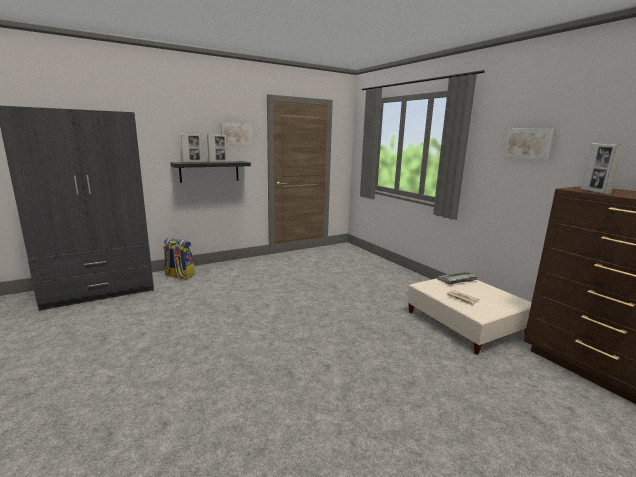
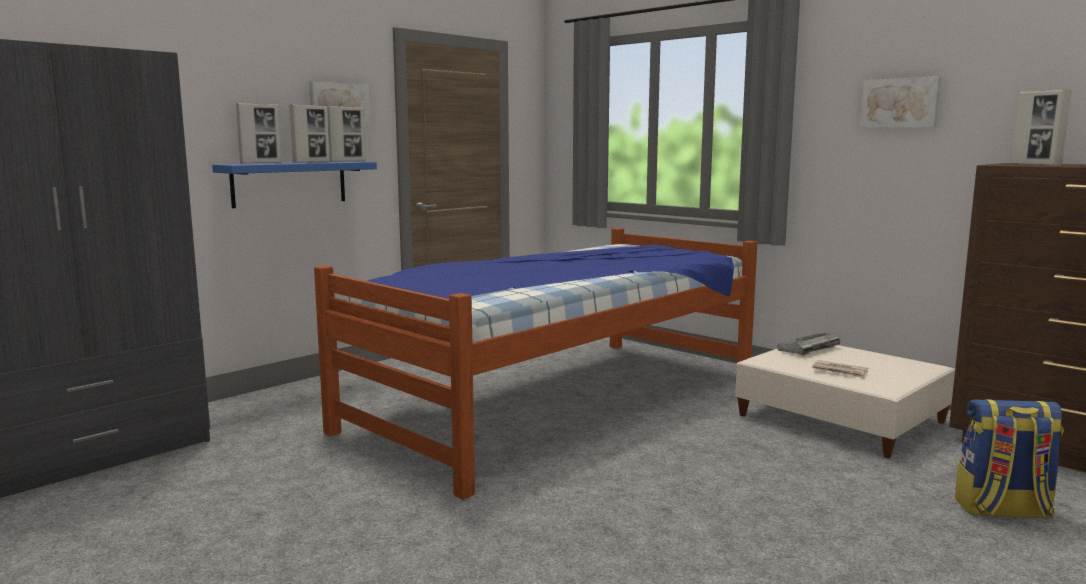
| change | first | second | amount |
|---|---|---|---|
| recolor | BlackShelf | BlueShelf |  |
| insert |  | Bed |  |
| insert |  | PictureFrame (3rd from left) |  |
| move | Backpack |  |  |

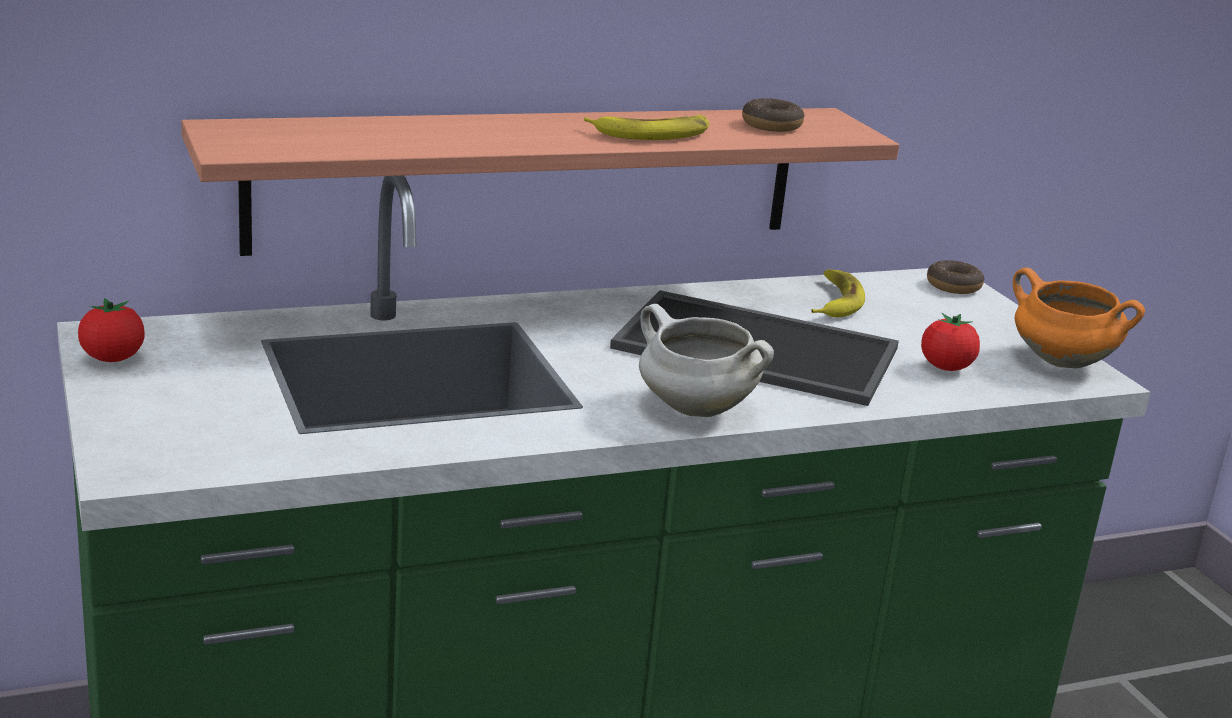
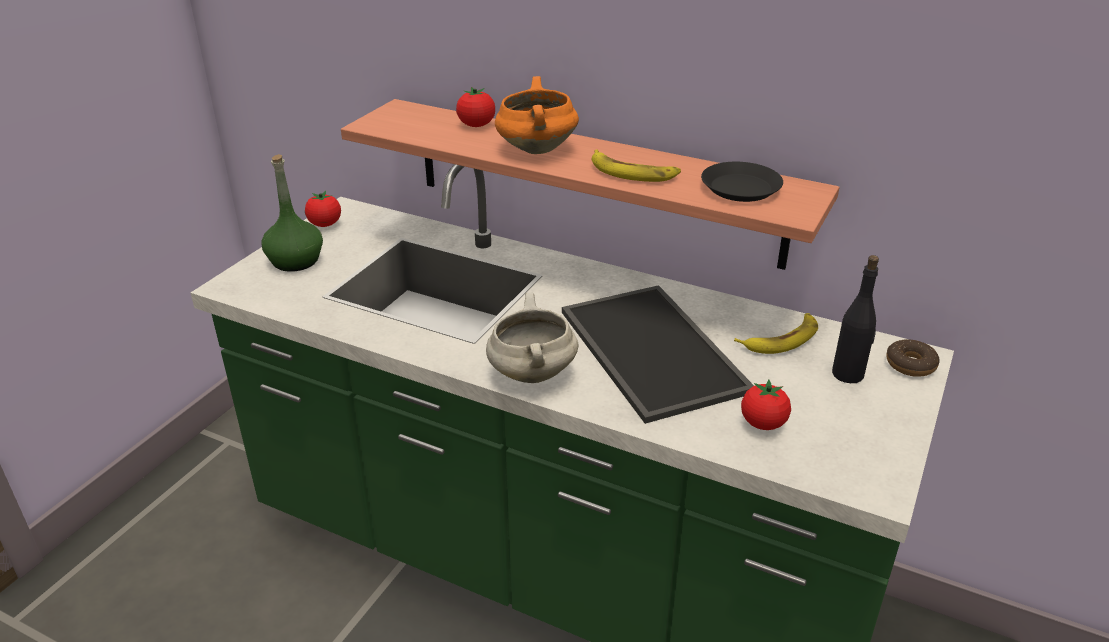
| change | first | second | amount |
|---|---|---|---|
| insert |  | GreenBottle |  |
| insert |  | Tomato (2nd from left) |  |
| move | OrangeCookingPot |  |  |
| replace | Donut (1st from left) | BlackPlate |  |
| insert |  | BlackBottle |  |

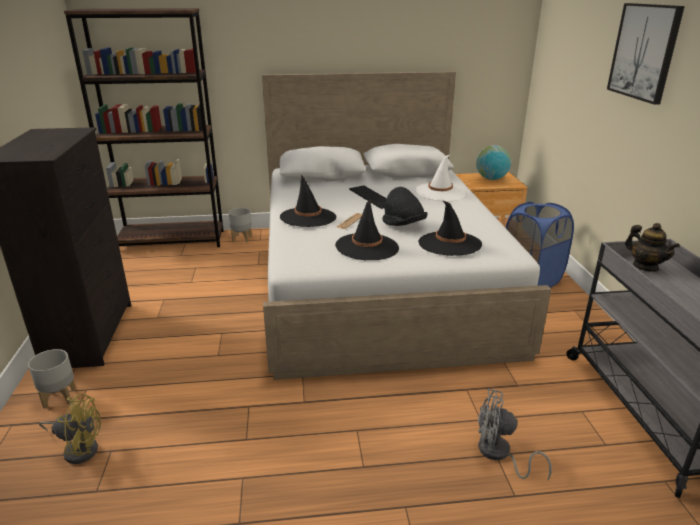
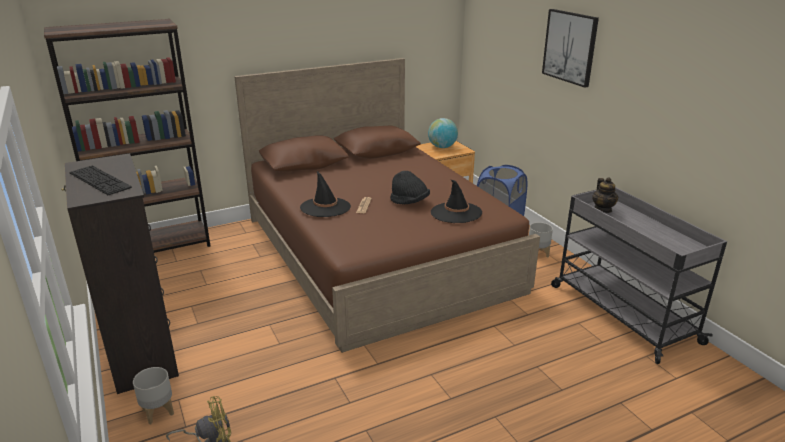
| change | first | second | amount |
|---|---|---|---|
| move | Keyboard |  |  |
| recolor | WhiteBed | BrownBed |  |
| move | GreyPlanter (2nd from left) |  |  |
| rotate | Teapot |  | 45 degrees clockwise |
| delete | BlackHat (2nd from left) |  |  |
| delete | WhiteHat |  |  |
| delete | GreyFan |  |  |

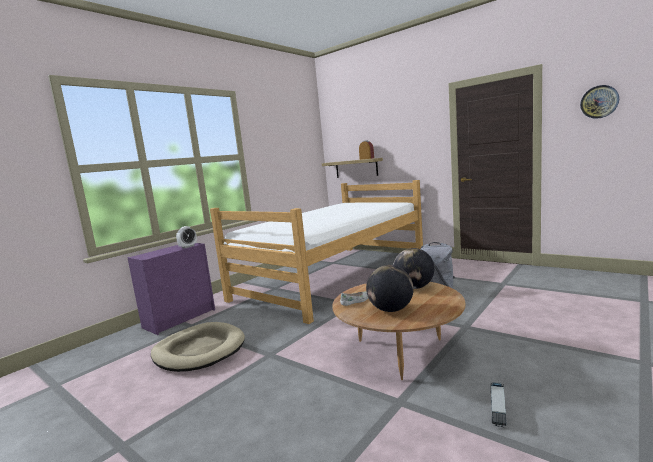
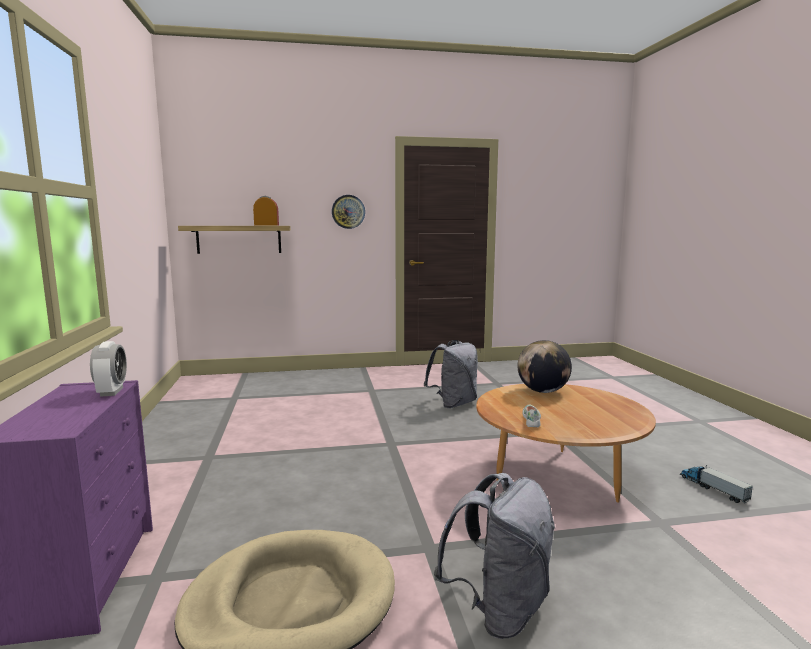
| change | first | second | amount |
|---|---|---|---|
| move | WallClock |  |  |
| insert |  | GreyBackpack (2nd from left) |  |
| delete | Bed |  |  |
| delete | Globe (1st from left) |  |  |

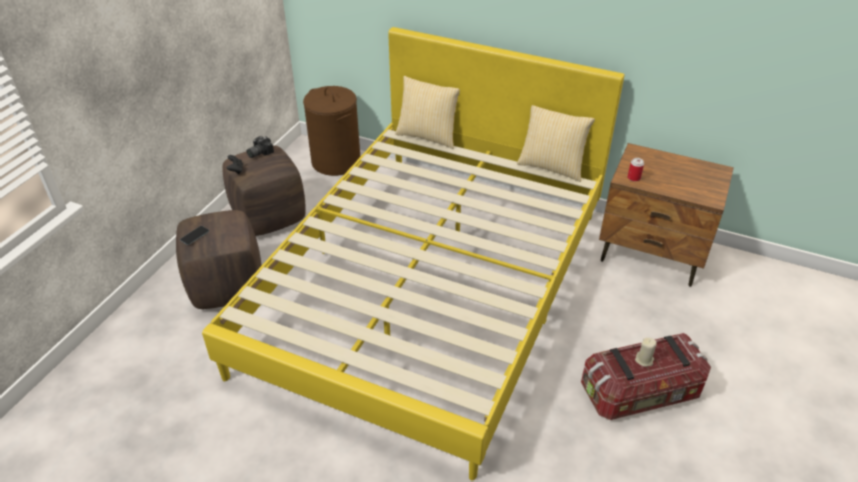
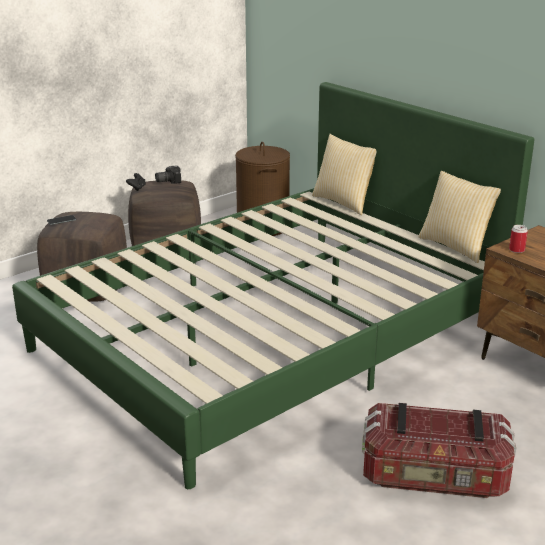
| change | first | second | amount |
|---|---|---|---|
| recolor | YellowBed | GreenBed |  |
| delete | BeigeCandle |  |  |

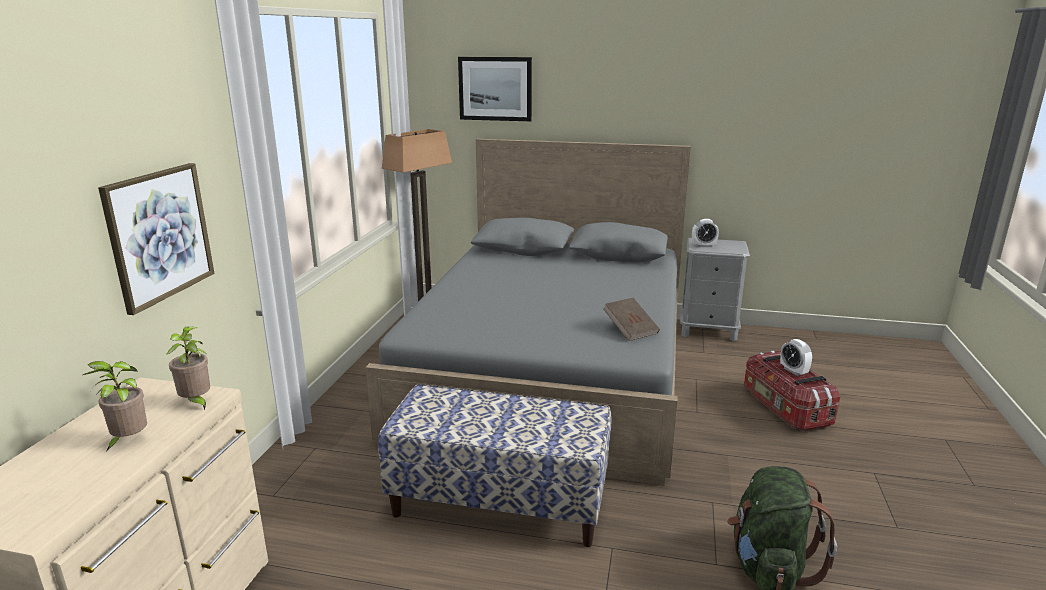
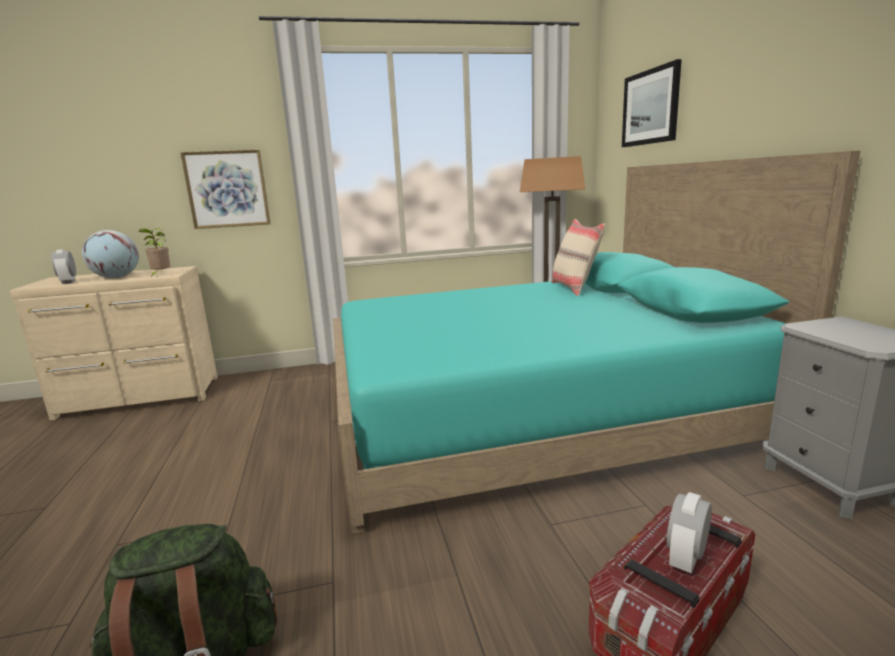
| change | first | second | amount |
|---|---|---|---|
| move | AlarmClock (1st from left) |  |  |
| replace | PottedPlant (1st from left) | Globe |  |
| recolor | GreyBed | TurquoiseBed |  |
| insert |  | BeigePillow |  |
| delete | Bench |  |  |
| delete | BrownBook |  |  |

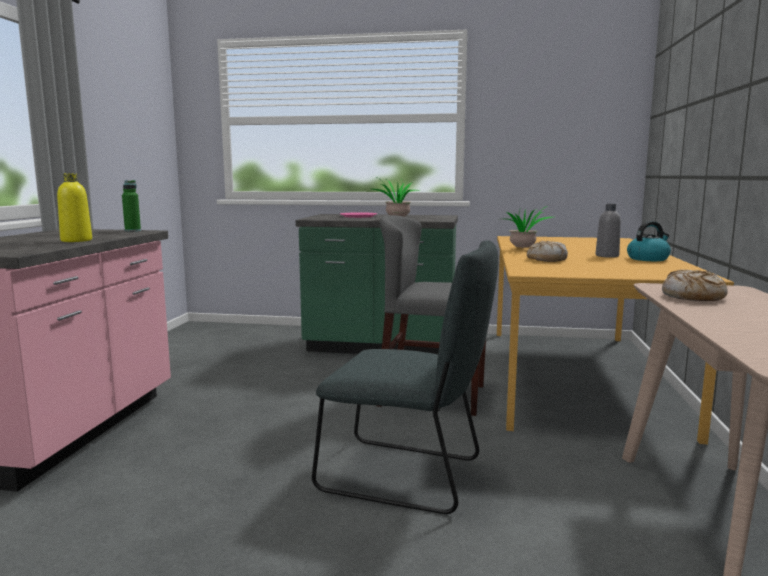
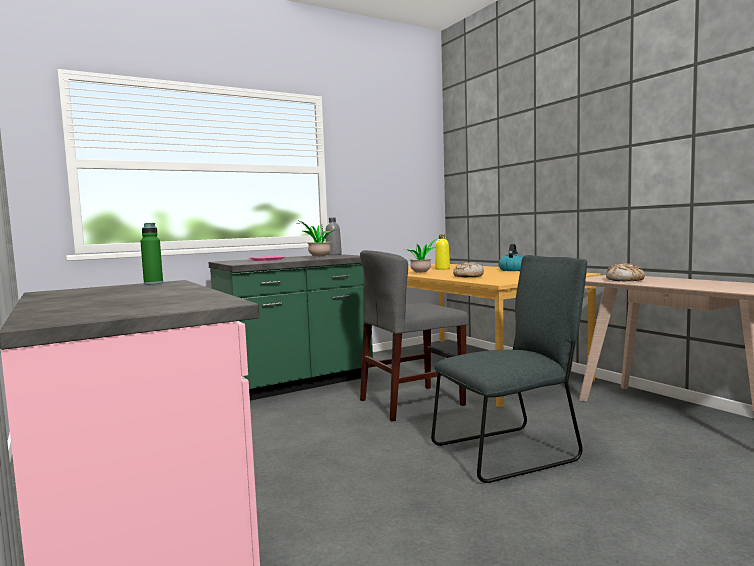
| change | first | second | amount |
|---|---|---|---|
| move | GreyBottle |  |  |
| move | YellowBottle |  |  |

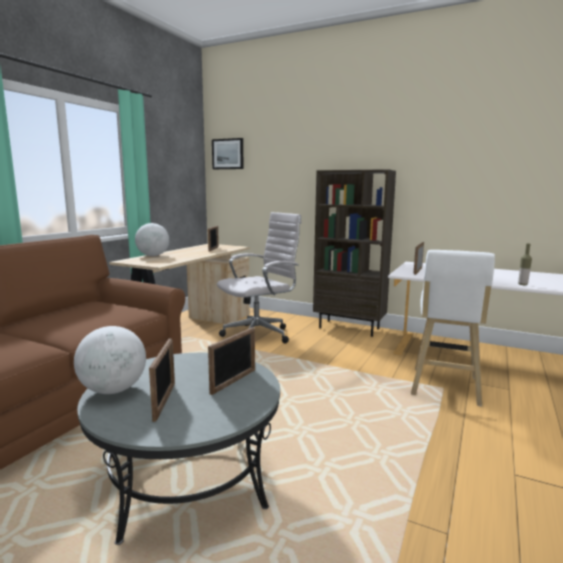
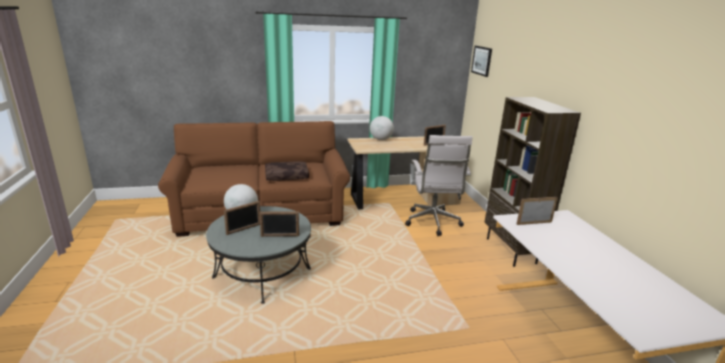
| change | first | second | amount |
|---|---|---|---|
| insert |  | BrownPillow |  |
| rotate | WhiteOfficeChair |  | 75 degrees clockwise |
| delete | WhiteStool |  |  |
| delete | Bottle |  |  |

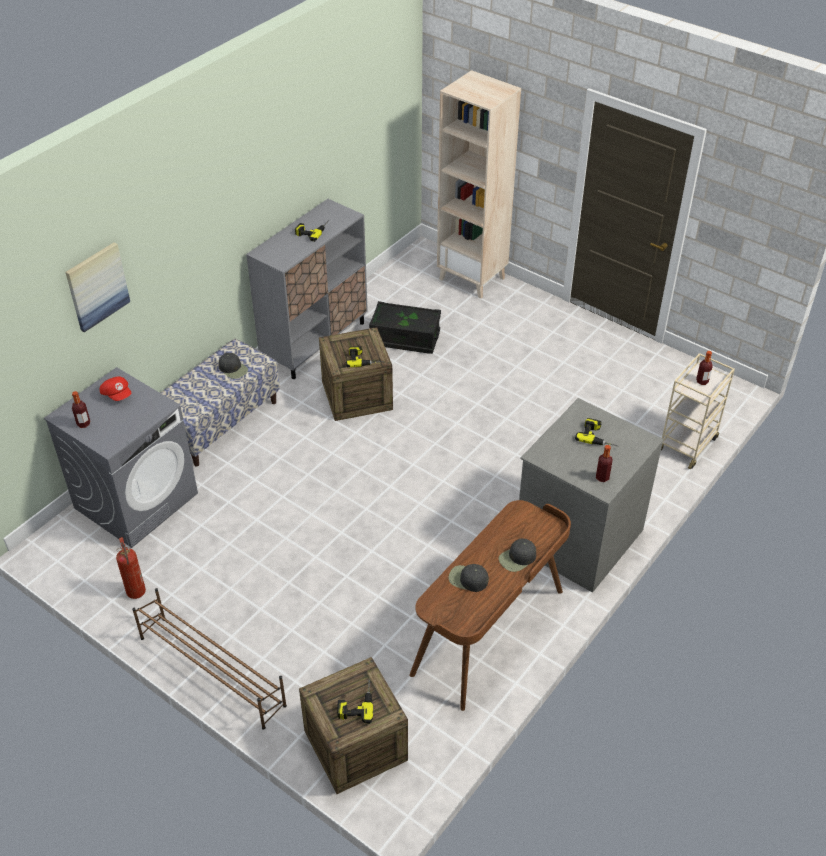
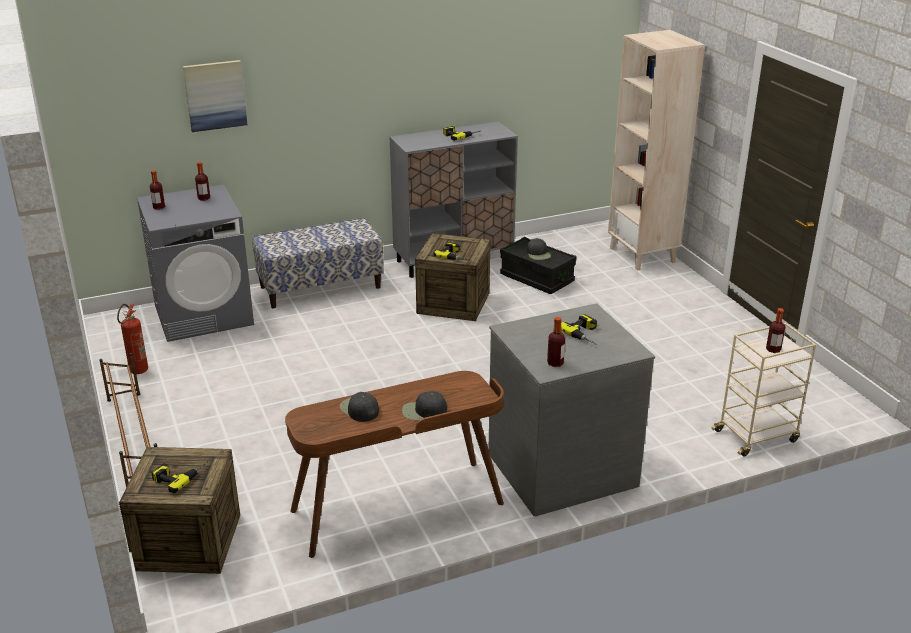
| change | first | second | amount |
|---|---|---|---|
| replace | RedCap | Bottle (2nd from left) |  |
| move | BlackCap (1st from left in the first image) | BlackCap (3rd from left) |  |

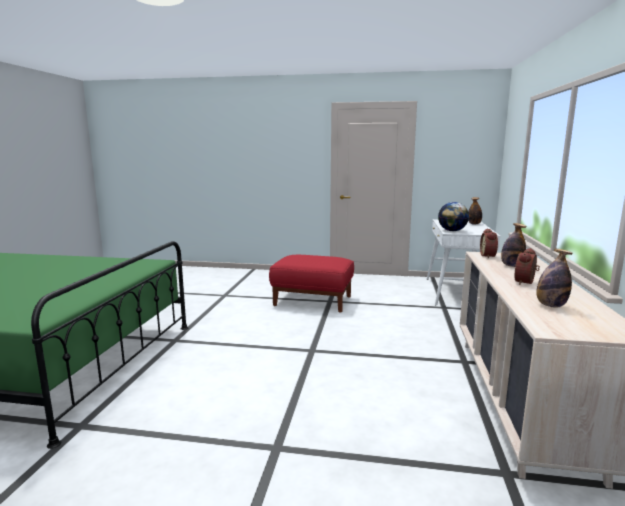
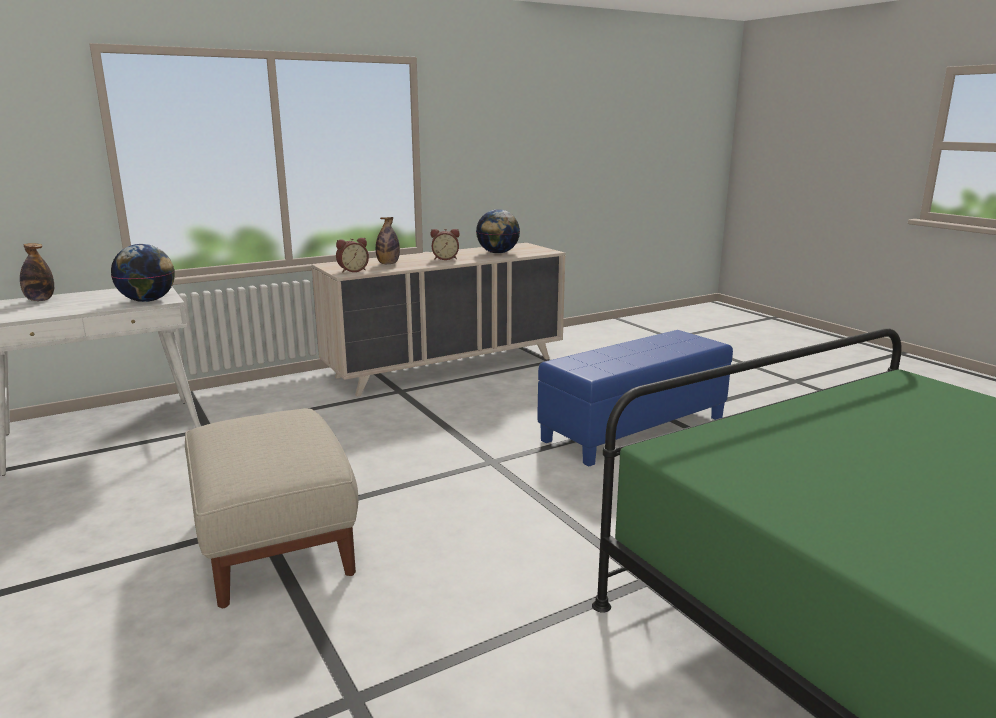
| change | first | second | amount |
|---|---|---|---|
| recolor | RedOttoman | BeigeOttoman |  |
| replace | Bottle (3rd from left) | Globe (2nd from left) |  |
| insert |  | BlueOttoman |  |

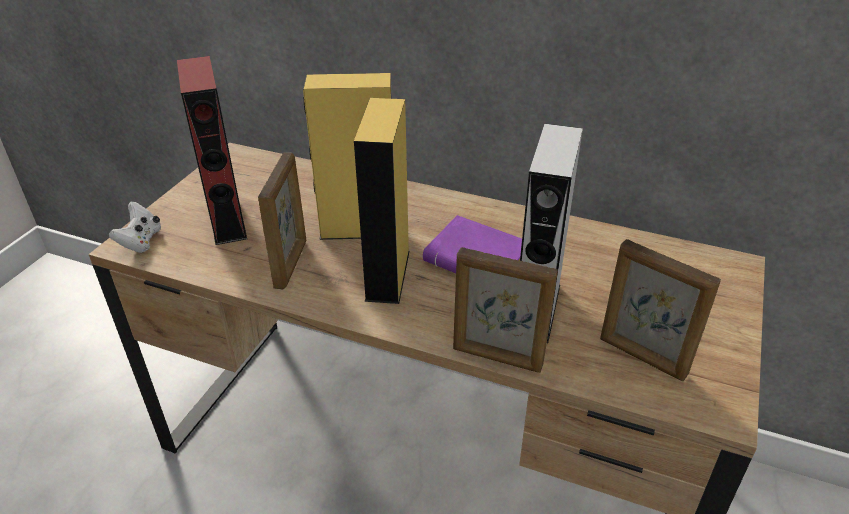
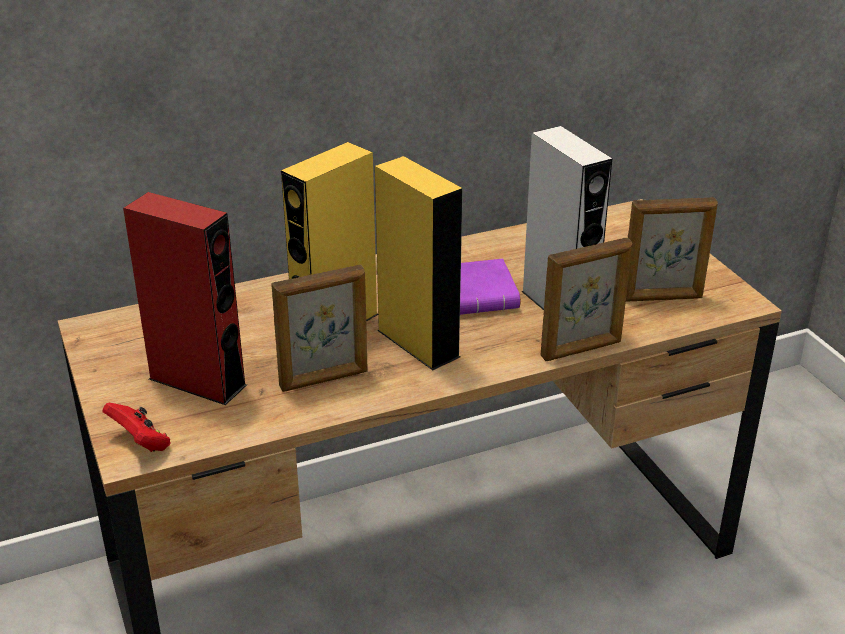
| change | first | second | amount |
|---|---|---|---|
| recolor | WhiteGameController | RedGameController |  |
| rotate | PictureFrame (1st from left) |  | 105 degrees clockwise |

